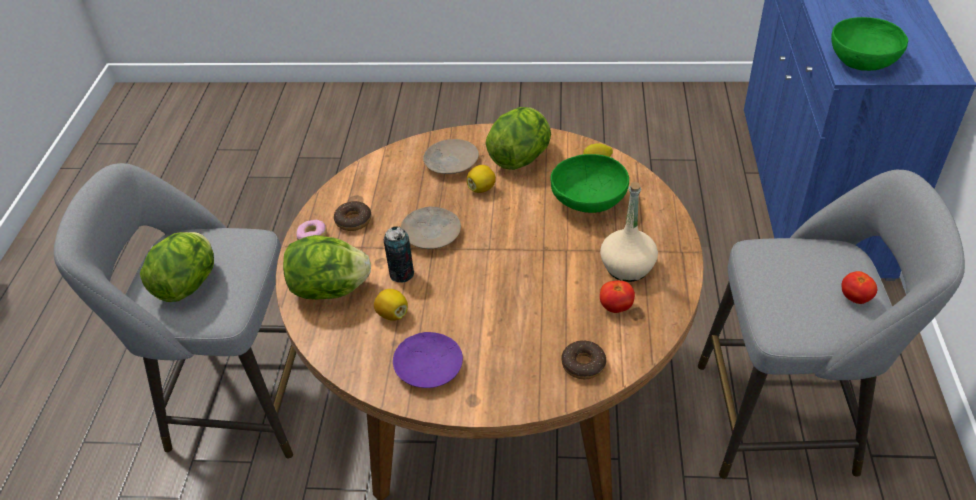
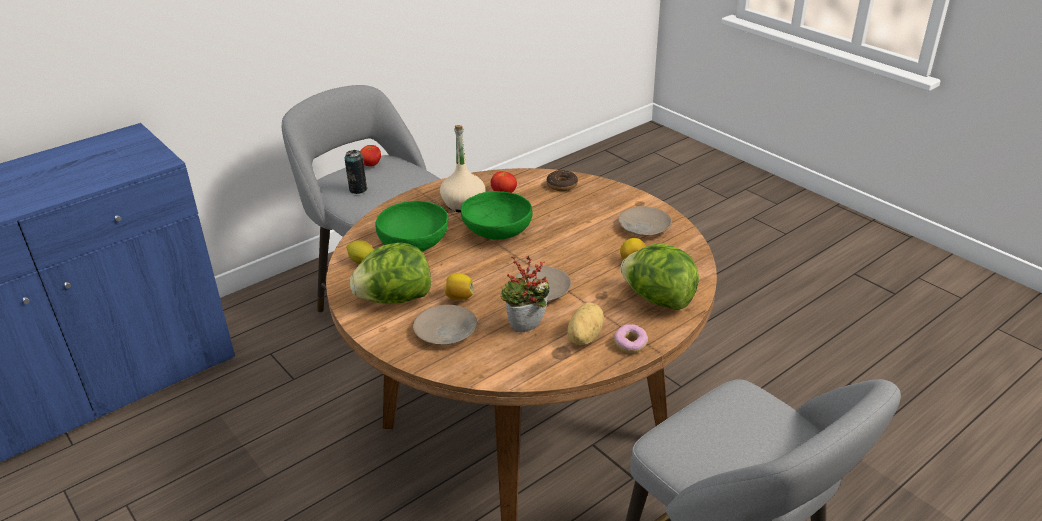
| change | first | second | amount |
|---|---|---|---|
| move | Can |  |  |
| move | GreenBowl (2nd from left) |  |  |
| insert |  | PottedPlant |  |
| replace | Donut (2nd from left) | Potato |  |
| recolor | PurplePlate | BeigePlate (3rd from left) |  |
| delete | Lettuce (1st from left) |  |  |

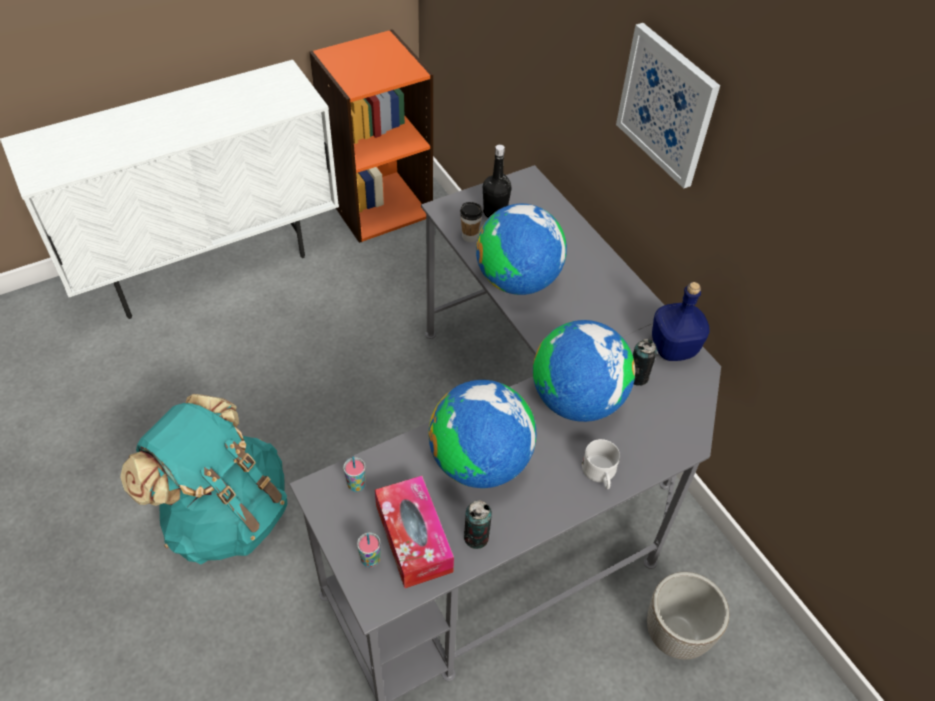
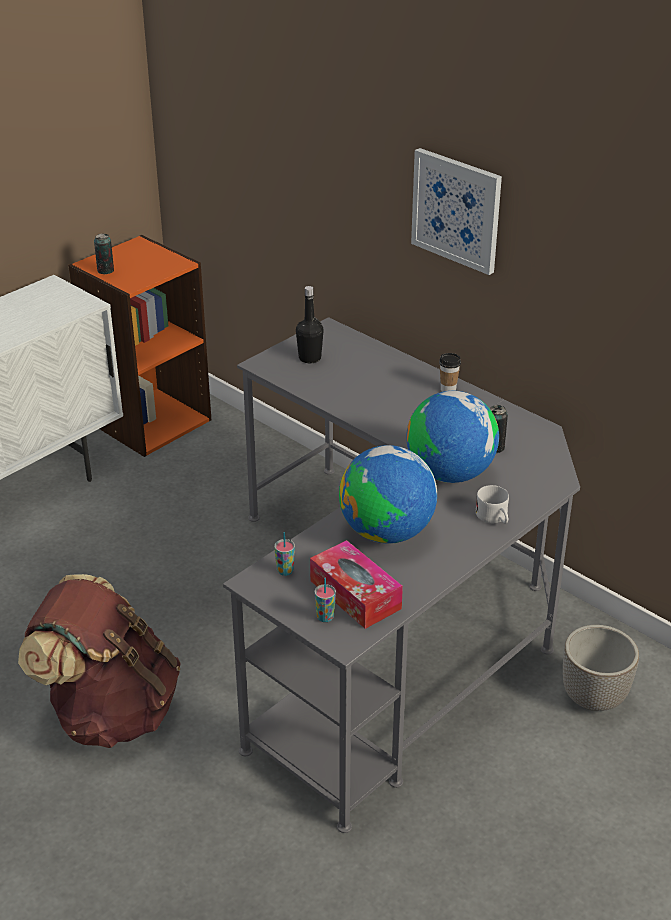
| change | first | second | amount |
|---|---|---|---|
| recolor | TurquoiseBackpack | BrownBackpack |  |
| move | Can (1st from left) |  |  |
| move | Cup (3rd from left) |  |  |
| delete | Globe (2nd from left) |  |  |
| delete | BlueBottle |  |  |

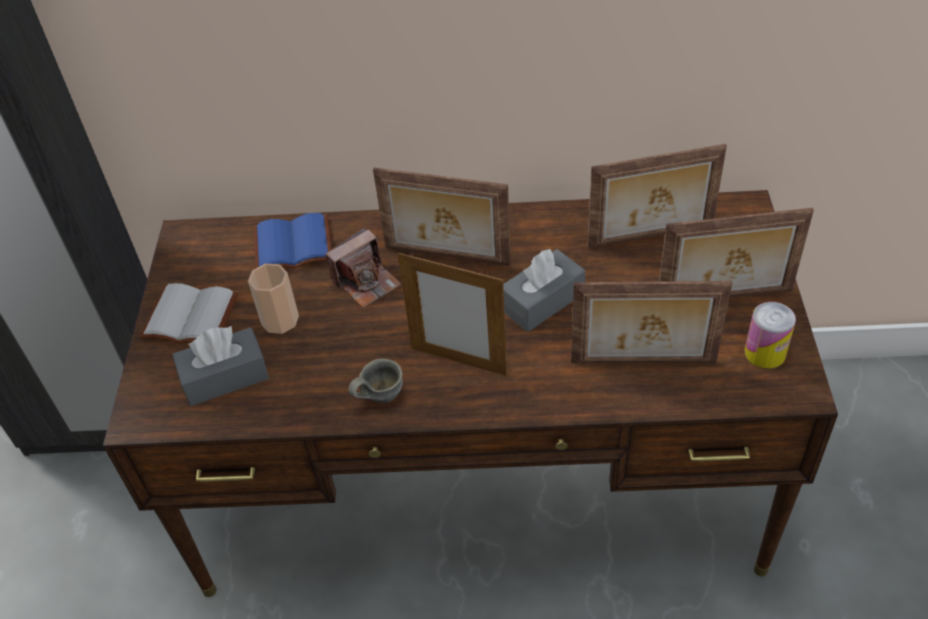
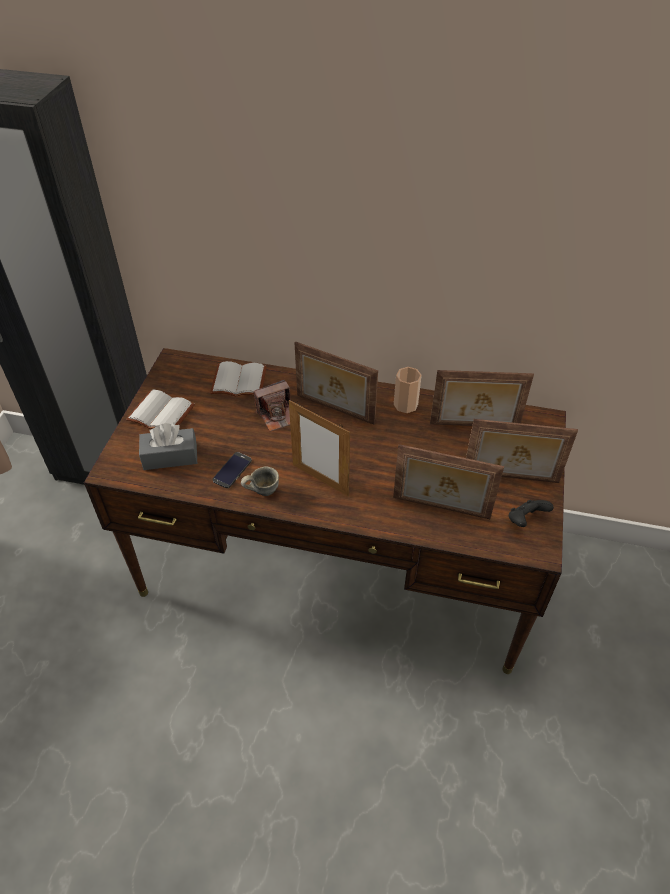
| change | first | second | amount |
|---|---|---|---|
| recolor | BlueBook | WhiteBook (2nd from left) |  |
| insert |  | Phone |  |
| move | Cup |  |  |
| replace | Can | BlackGameController |  |
| delete | GreyTissueBox (2nd from left) |  |  |

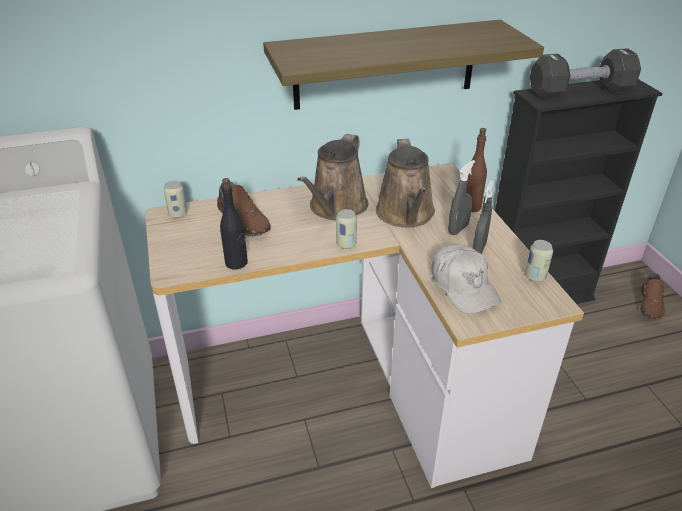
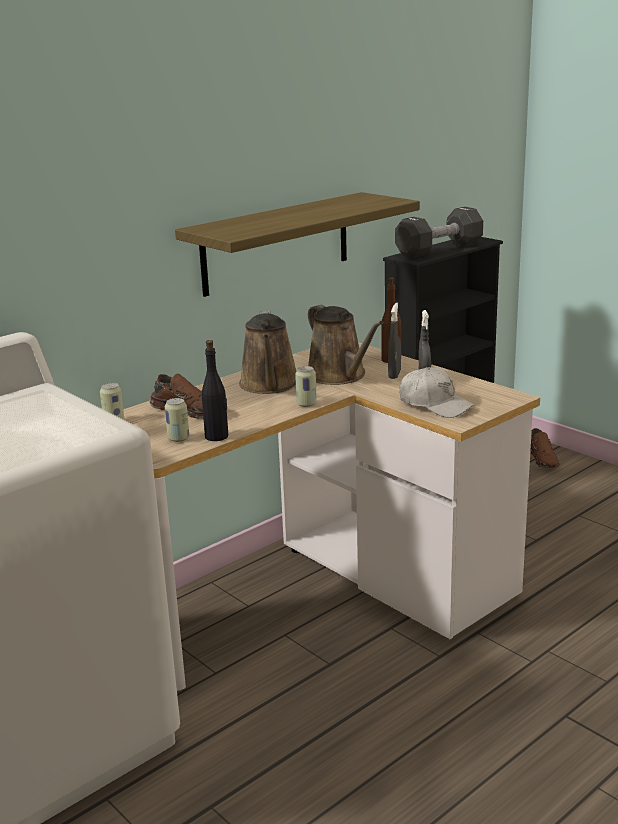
| change | first | second | amount |
|---|---|---|---|
| move | Can (3rd from left in the first image) | Can (2nd from left) |  |

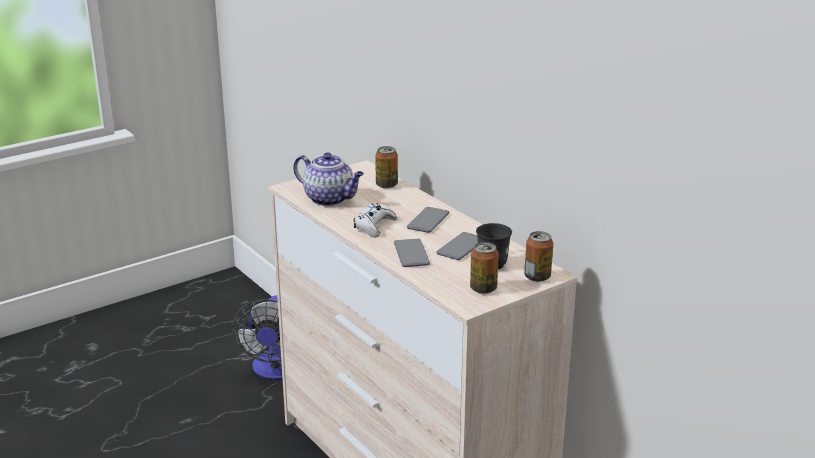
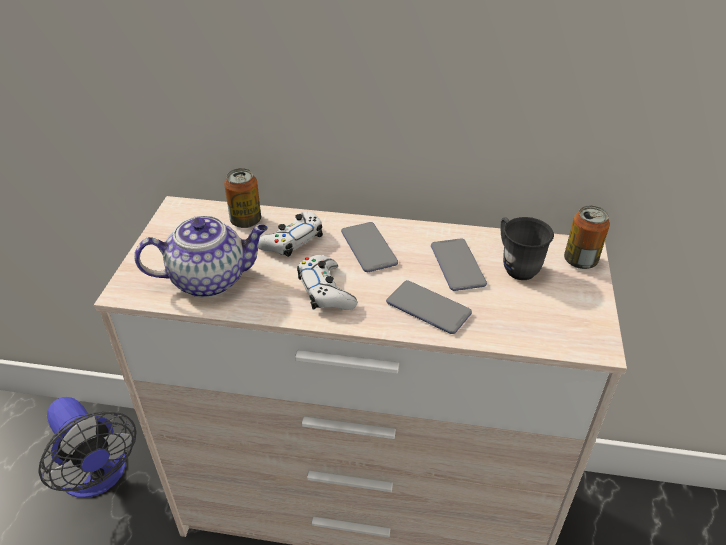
| change | first | second | amount |
|---|---|---|---|
| insert |  | WhiteGameController (1st from left) |  |
| delete | Can (2nd from left) |  |  |

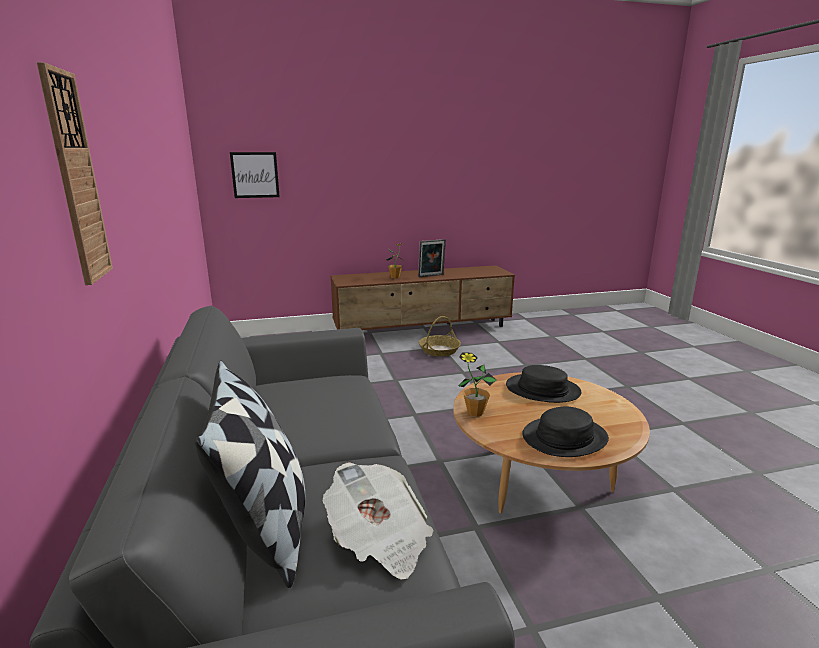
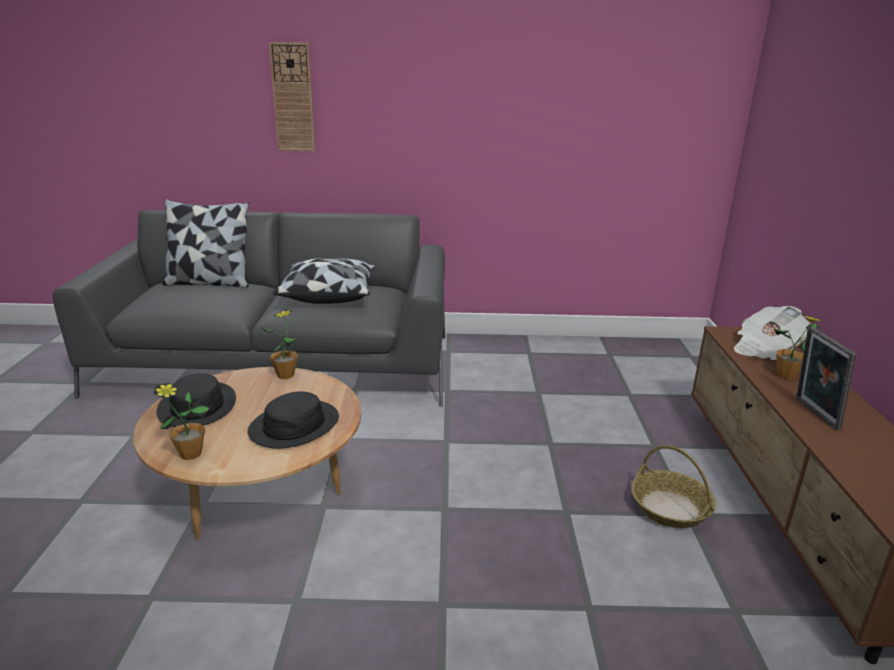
| change | first | second | amount |
|---|---|---|---|
| insert |  | PottedPlant (1st from left) |  |
| insert |  | Pillow (2nd from left) |  |
| move | Newspaper |  |  |
| delete | Picture |  |  |

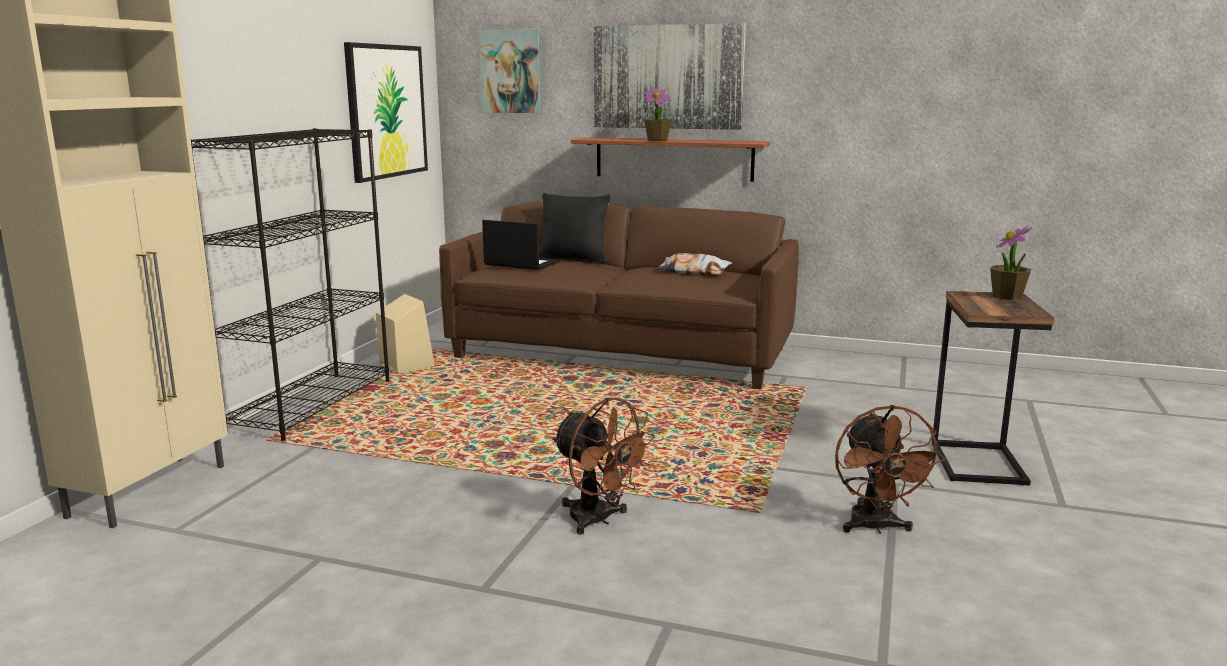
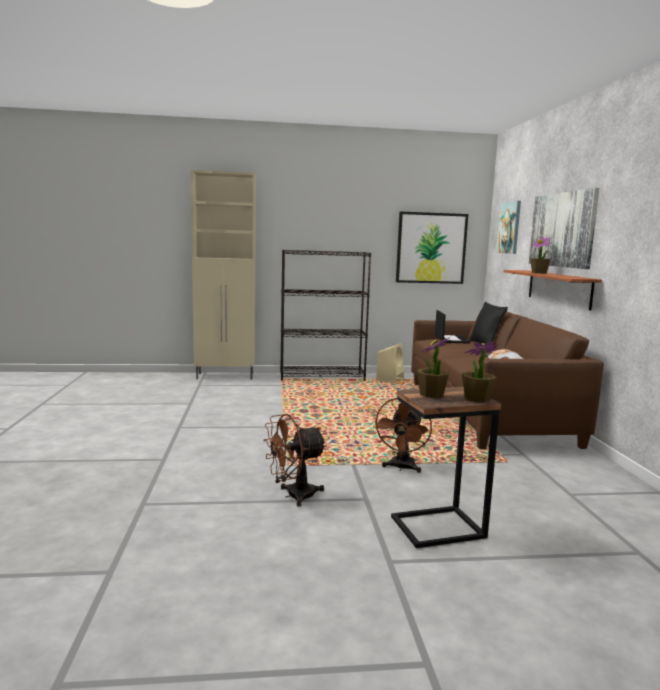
| change | first | second | amount |
|---|---|---|---|
| move | BrownFan (1st from left in the first image) | BrownFan (2nd from left) |  |
| insert |  | PottedPlant (1st from left) |  |

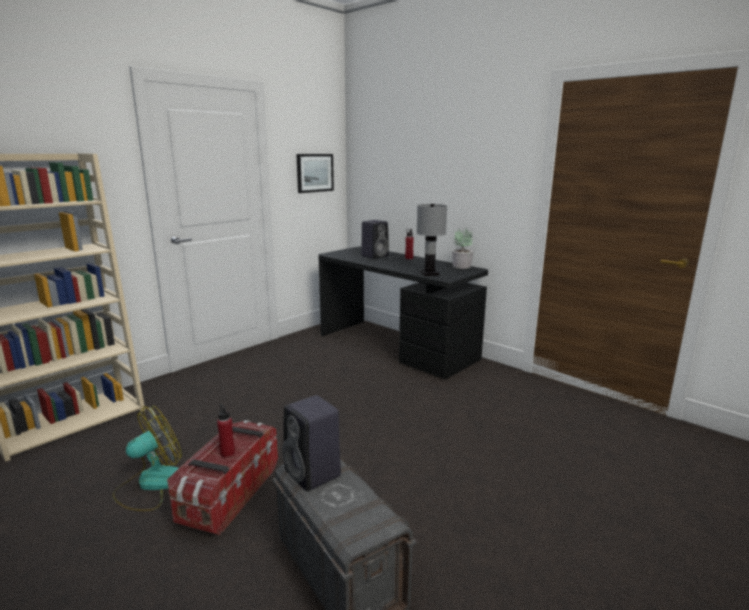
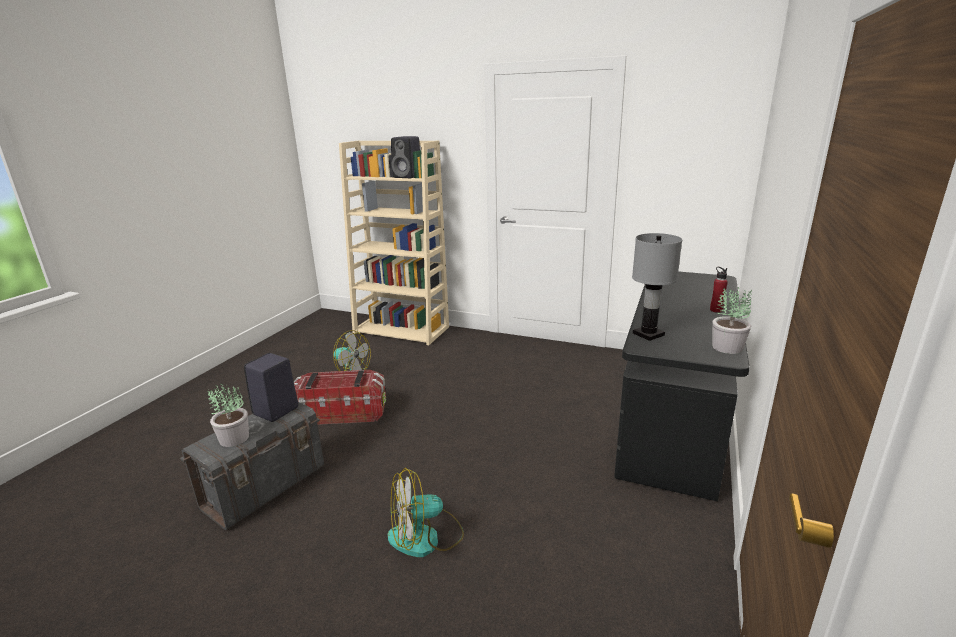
| change | first | second | amount |
|---|---|---|---|
| insert |  | PottedPlant (1st from left) |  |
| insert |  | Fan (2nd from left) |  |
| move | BlackSpeaker (2nd from left) |  |  |
| delete | RedBottle (1st from left) |  |  |
| delete | Picture |  |  |

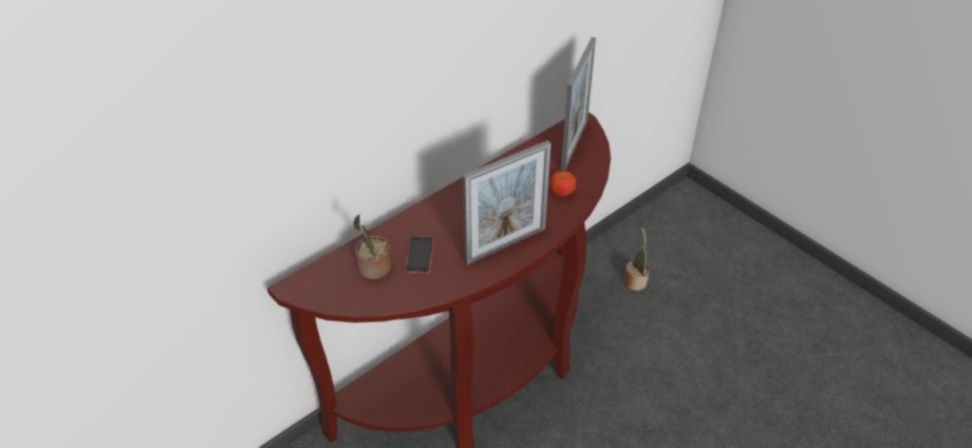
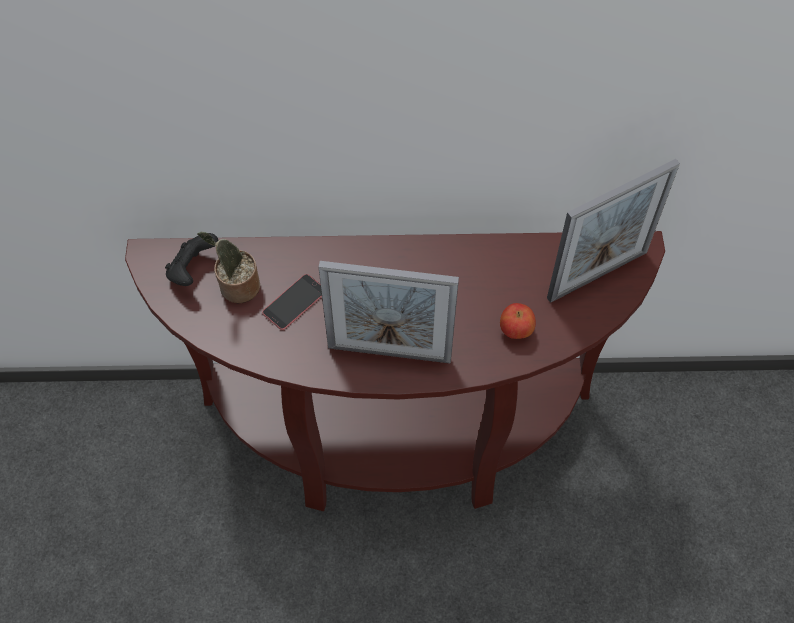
| change | first | second | amount |
|---|---|---|---|
| insert |  | BlackGameController |  |
| delete | PottedPlant (2nd from left) |  |  |

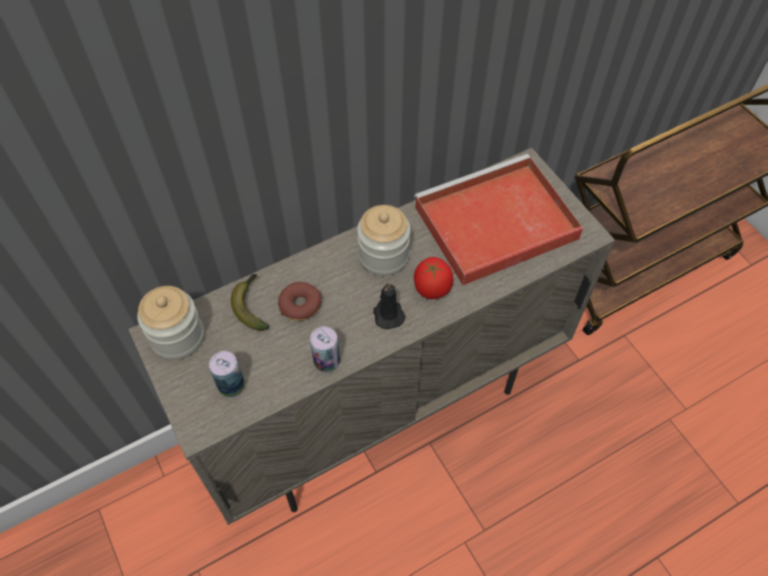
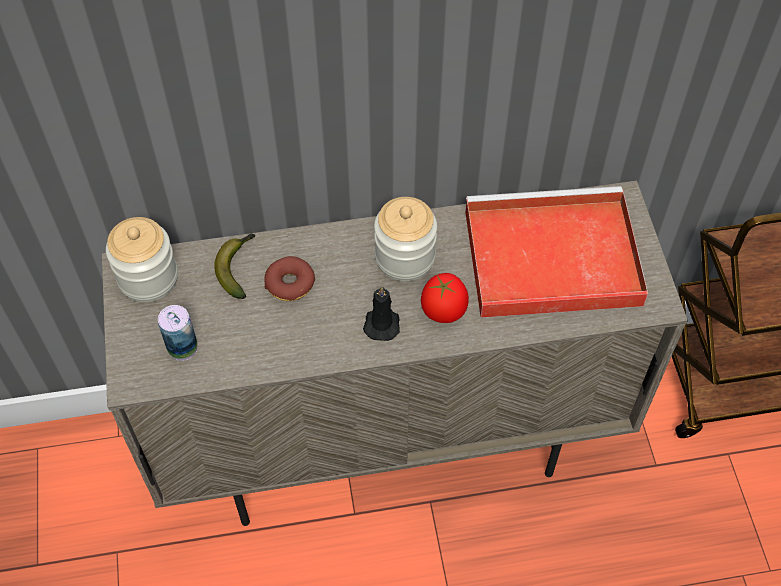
| change | first | second | amount |
|---|---|---|---|
| delete | Can (2nd from left) |  |  |

